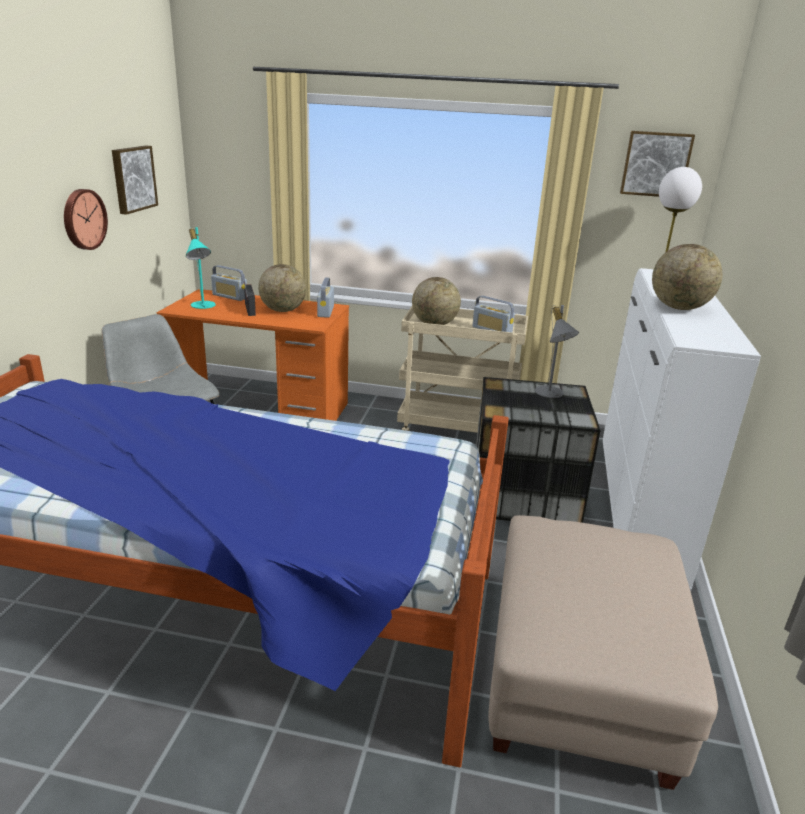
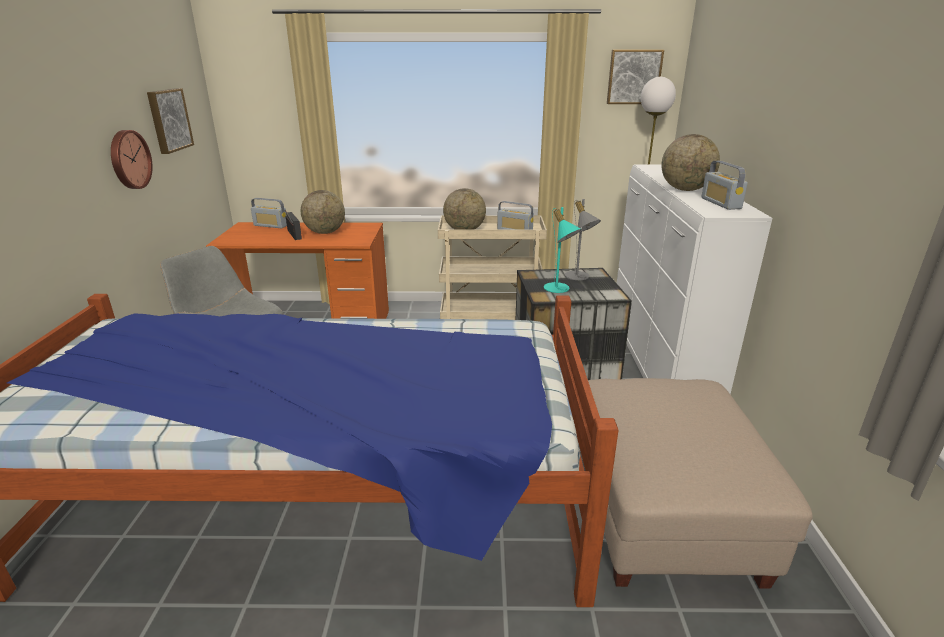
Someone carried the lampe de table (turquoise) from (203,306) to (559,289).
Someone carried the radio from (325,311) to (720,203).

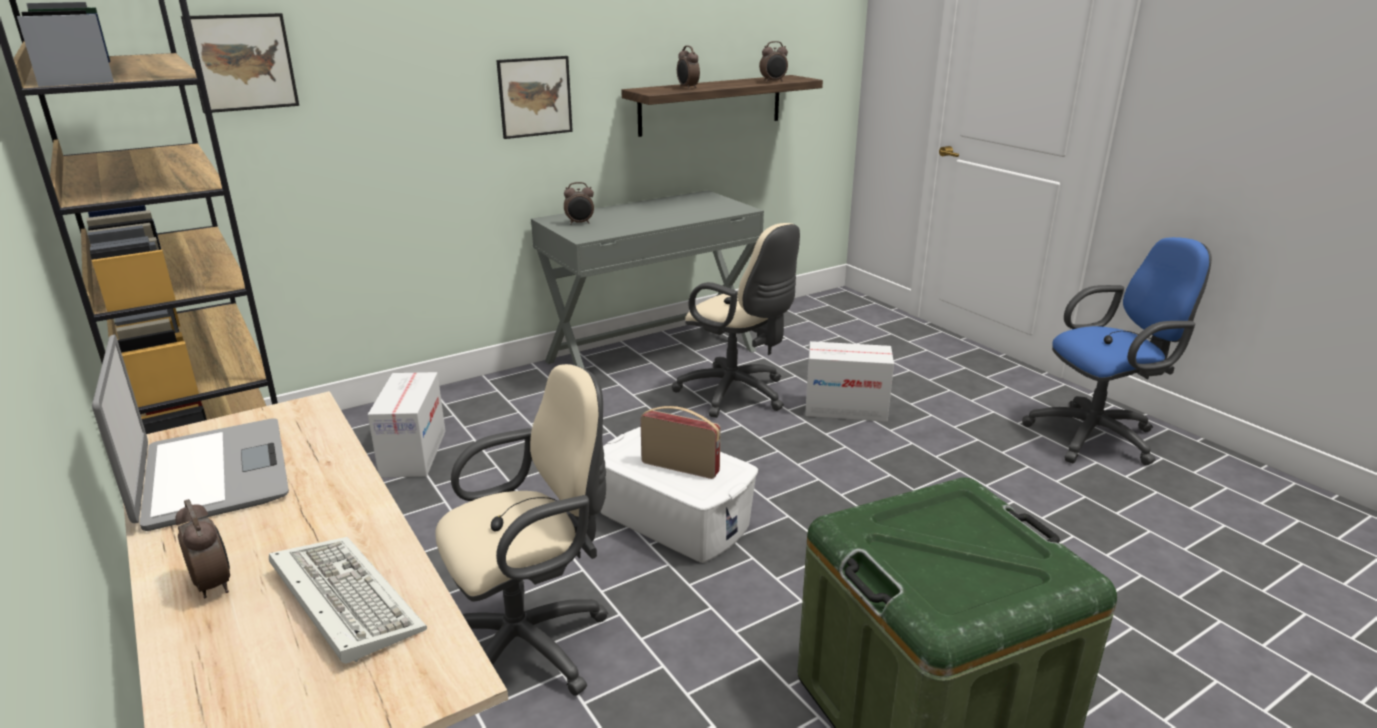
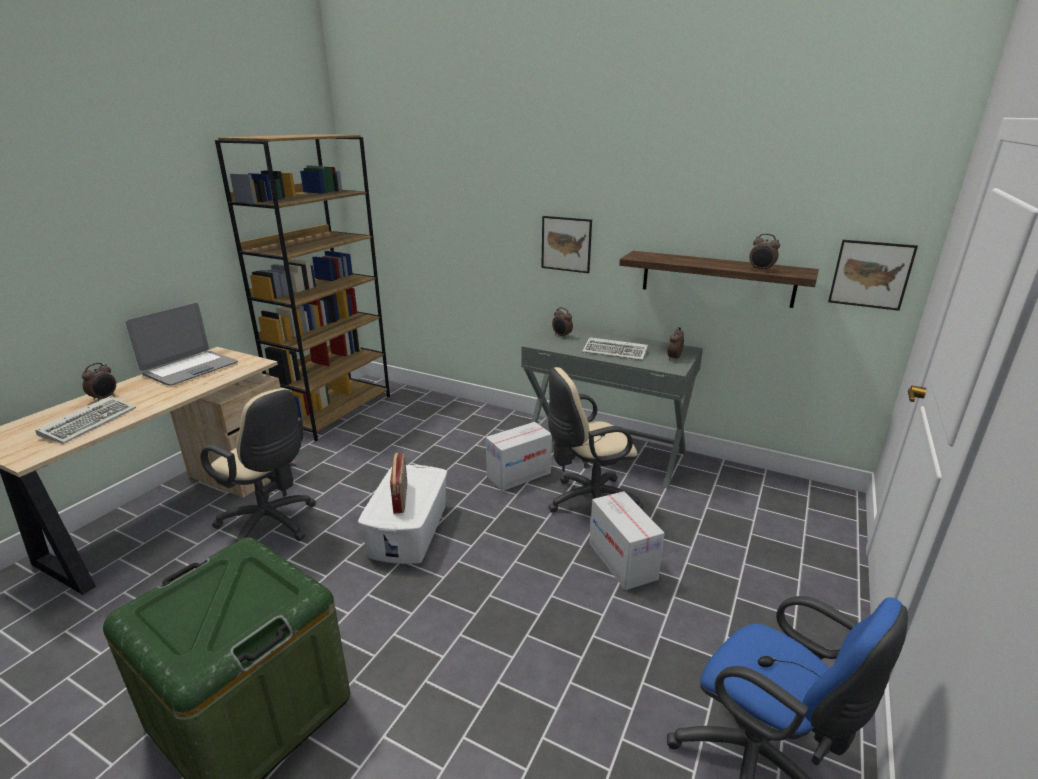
Someone carried the carton from (413,453) to (519,474).
Someone rotated the chaise de bureau (beige) at (737,395) by 60 degrees clockwise.
Someone put down the clavier at (616,352).
Someone carried the réveil from (687,88) to (673,358).
Someone carried the tableau from (242,62) to (870,274).

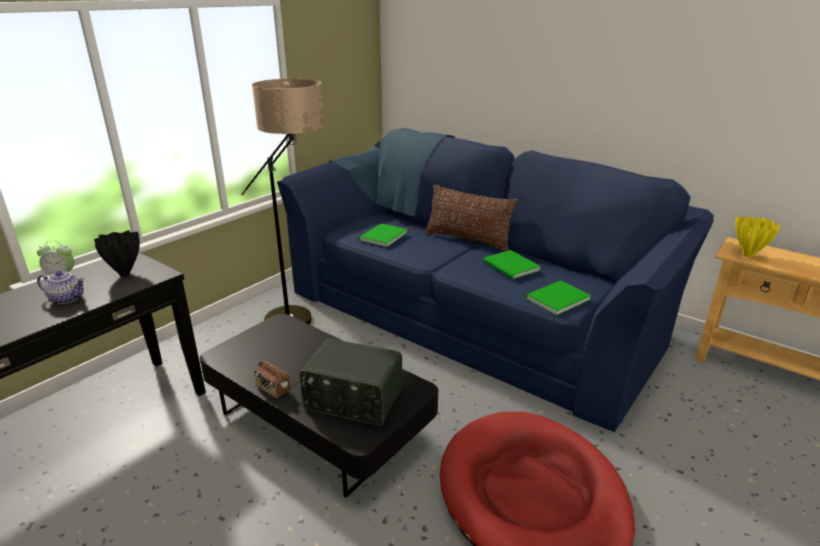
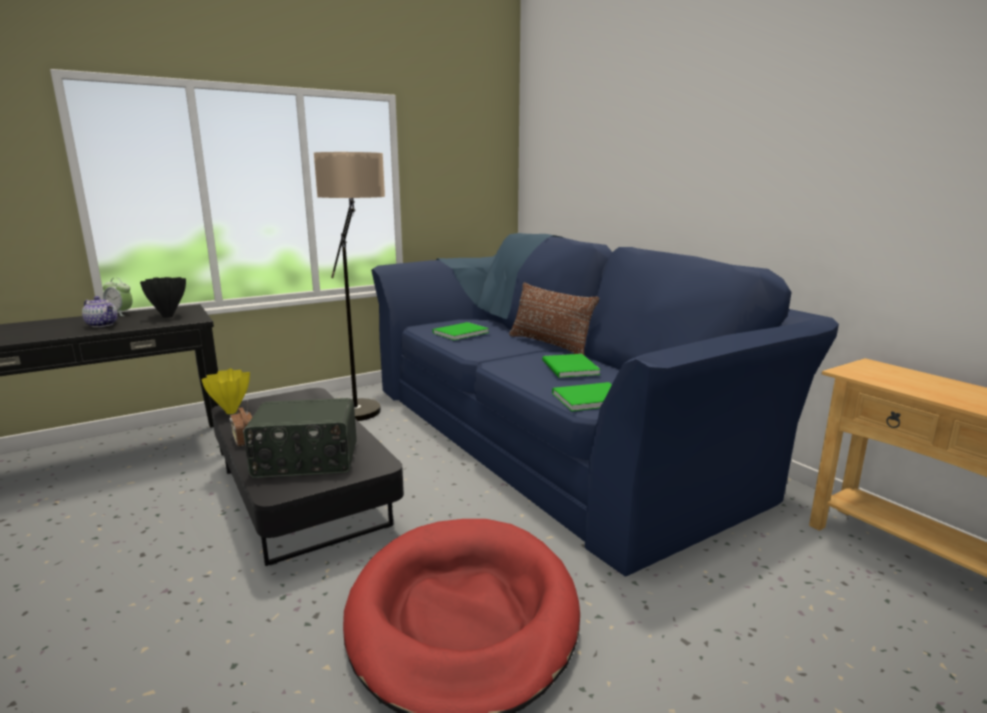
Someone carried the vase (jaune) from (748,255) to (231,412).
Someone rotated the radio at (353,400) by 45 degrees counterclockwise.

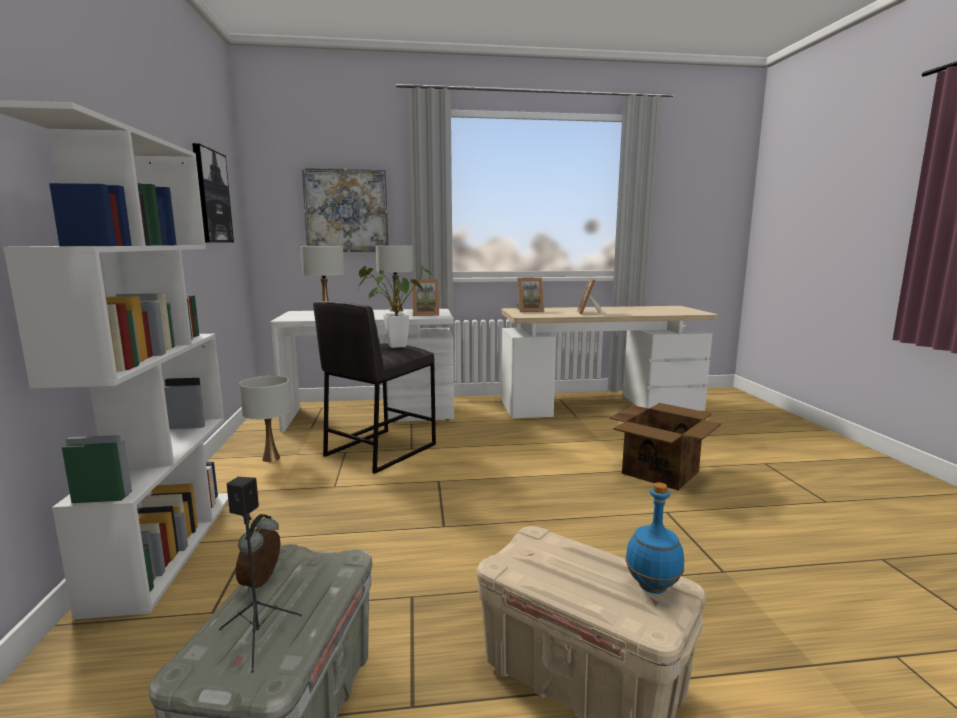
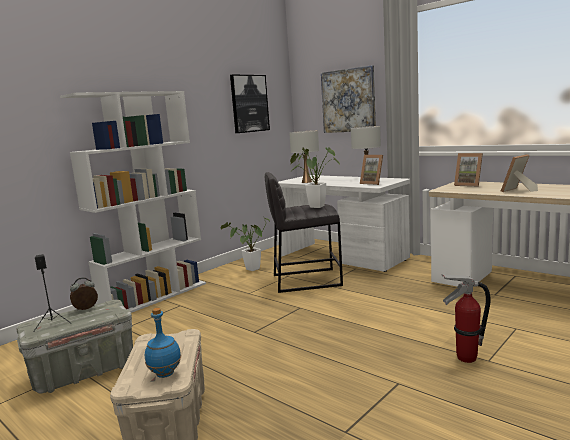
Someone swapped the lampe de table (blanc) at (271,458) for the plante en pot at (250,270).
Someone swapped the carton at (661,472) for the extincteur at (465,358).

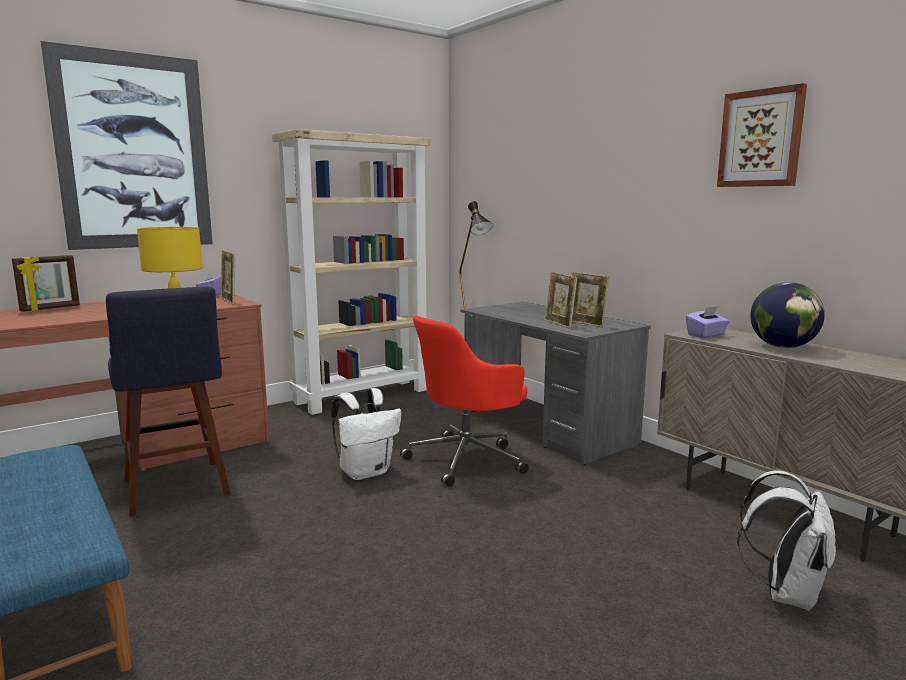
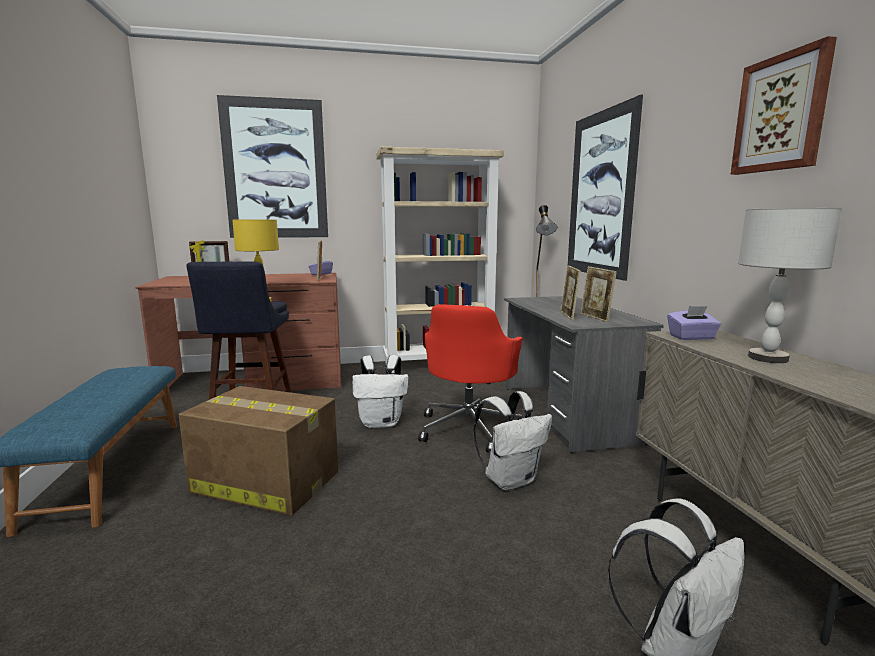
Someone put down the carton at (264,481).
Someone rotated the chaise de bureau (rouge) at (467,459) by 60 degrees counterclockwise.
Someone put down the sac à dos (blanc) at (510,480).
Someone put up the tableau at (600,194).
Someone swapped the globe at (782,347) for the lampe de table (gris) at (768,358).

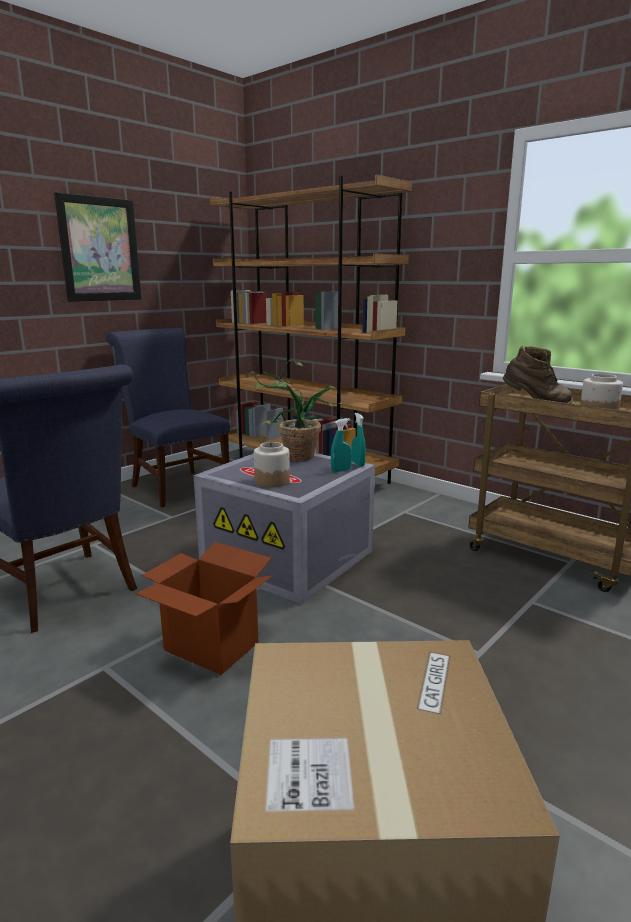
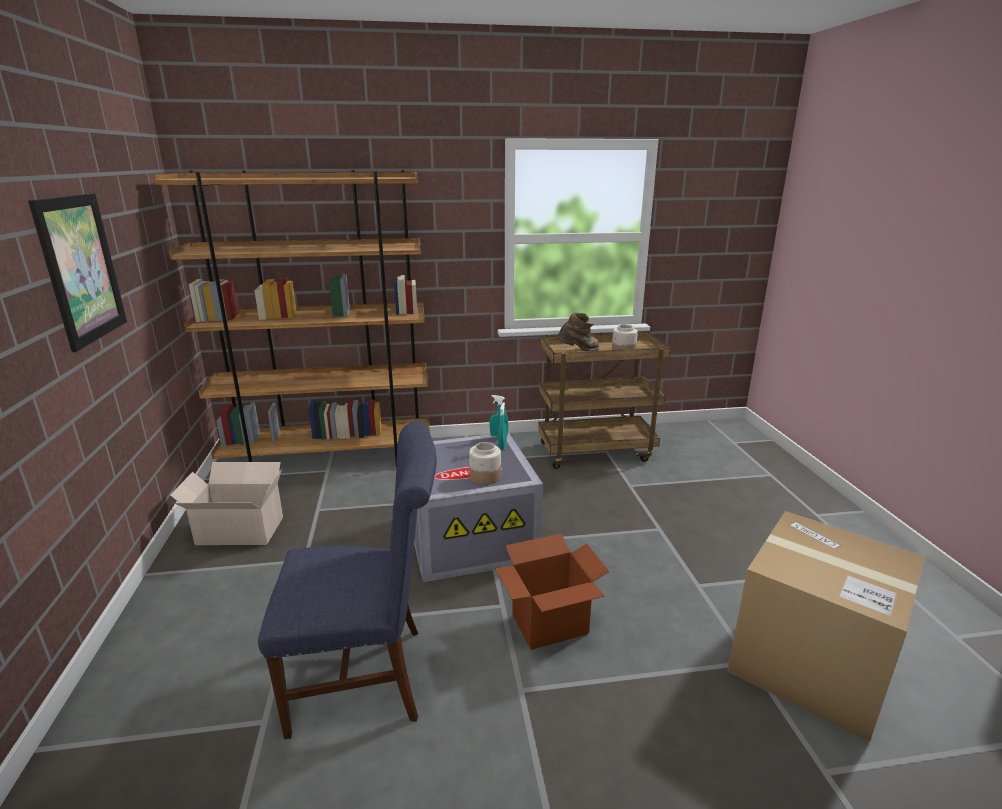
Someone swapped the chaise (bleu) at (176,486) for the carton at (238,530).
Someone took away the plante en pot at (291,457).

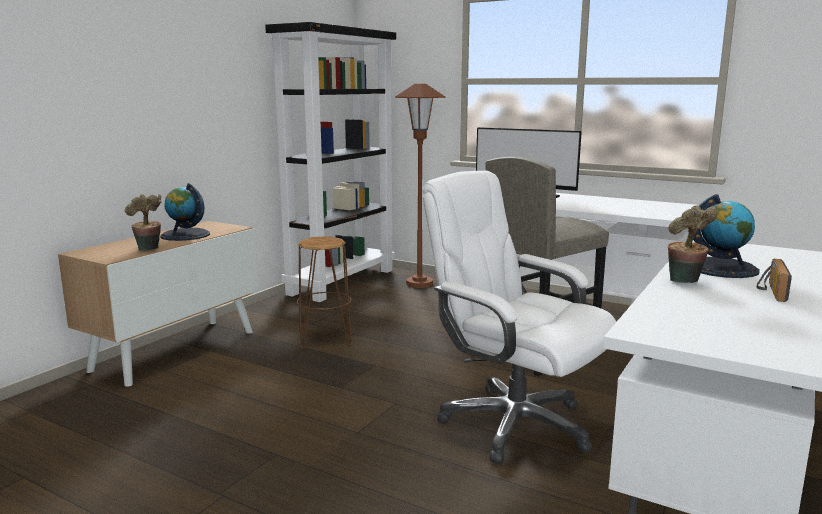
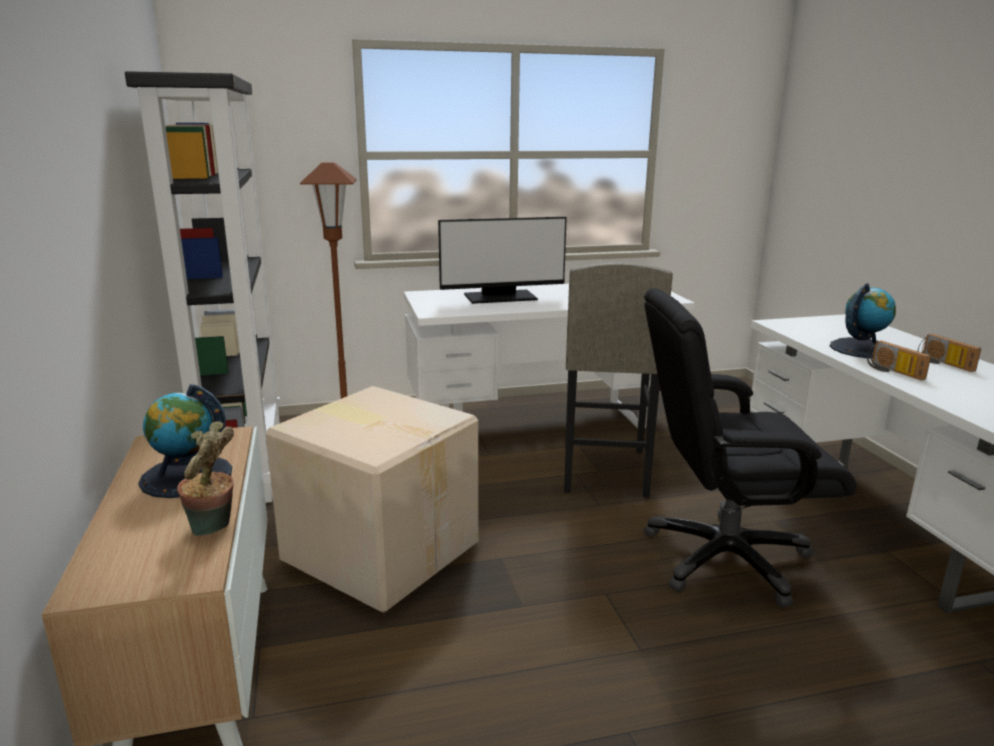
Someone swapped the tabouret (marron) at (325,338) for the carton at (381,550).
Someone repainted the chaise de bureau (blanc) at (514,424), which became the chaise de bureau (noir) at (724,558).
Someone swapped the plante en pot at (685,282) for the radio at (892,371).

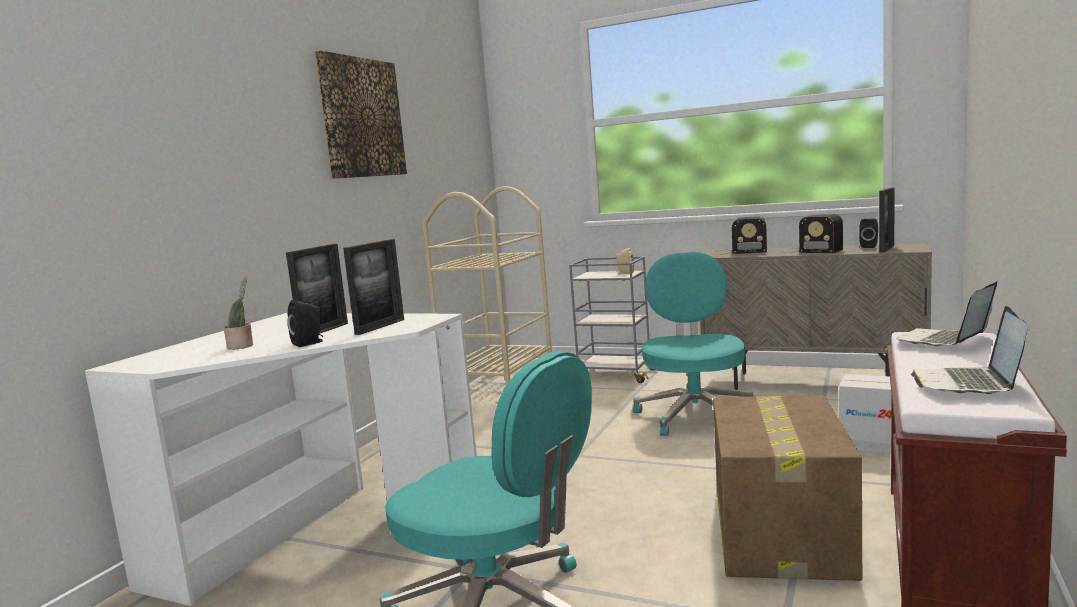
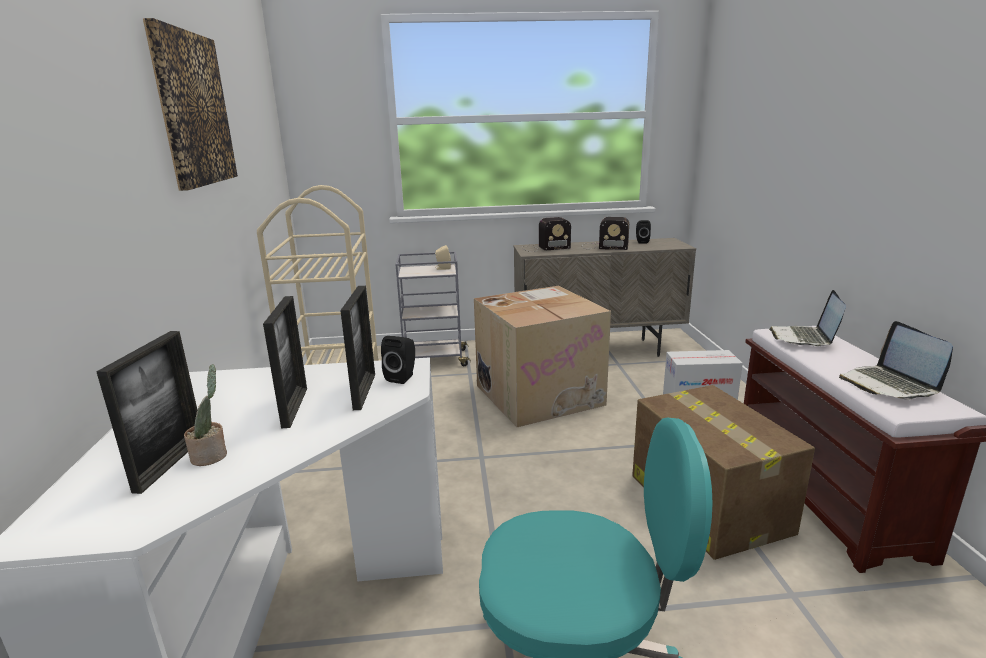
Someone carried the cadre photo from (886,249) to (170,463).
Someone carried the enceinte (noir) from (309,343) to (402,377).
Someone swapped the chaise de bureau (turquoise) at (695,414) for the carton at (539,394).

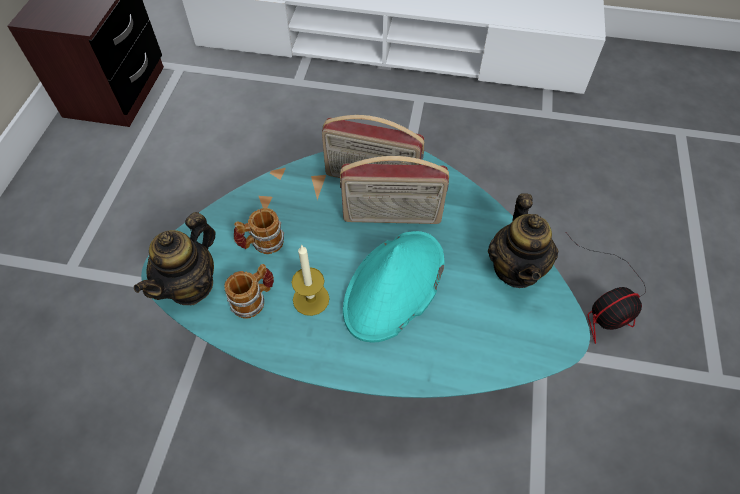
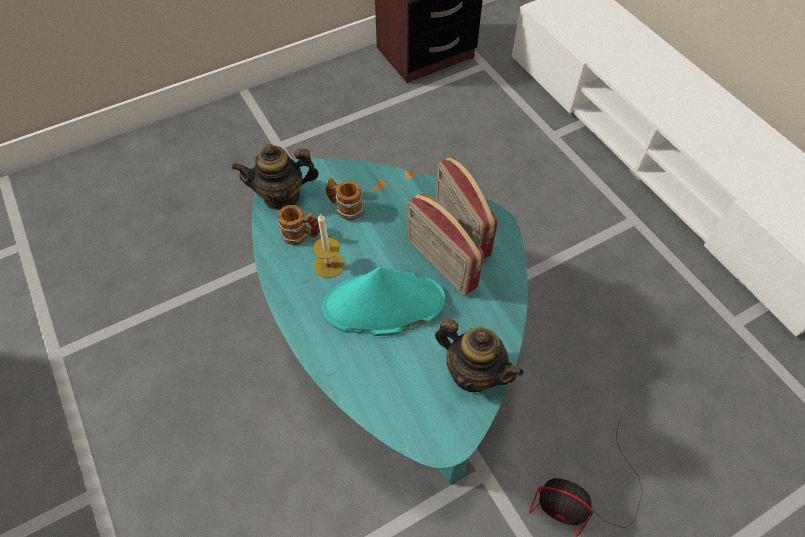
Someone rotated the théière at (516,269) by 105 degrees counterclockwise.

